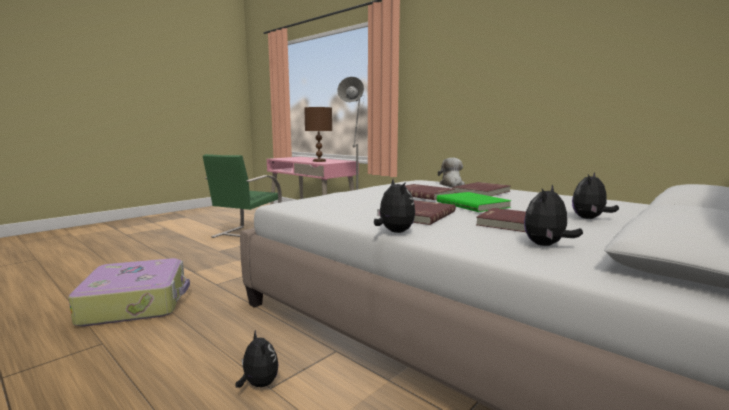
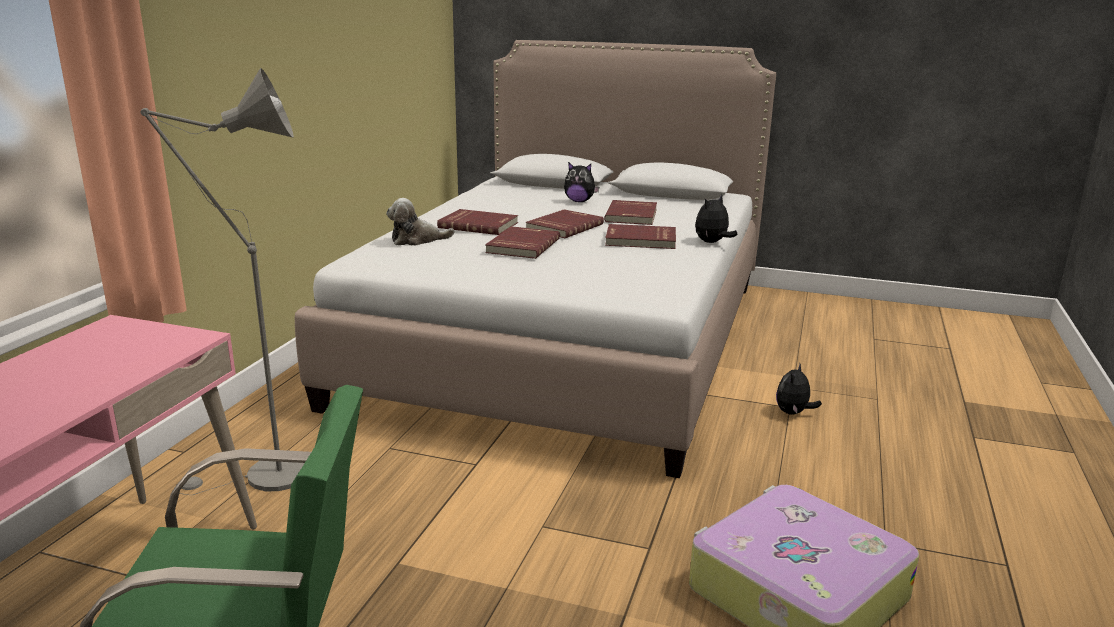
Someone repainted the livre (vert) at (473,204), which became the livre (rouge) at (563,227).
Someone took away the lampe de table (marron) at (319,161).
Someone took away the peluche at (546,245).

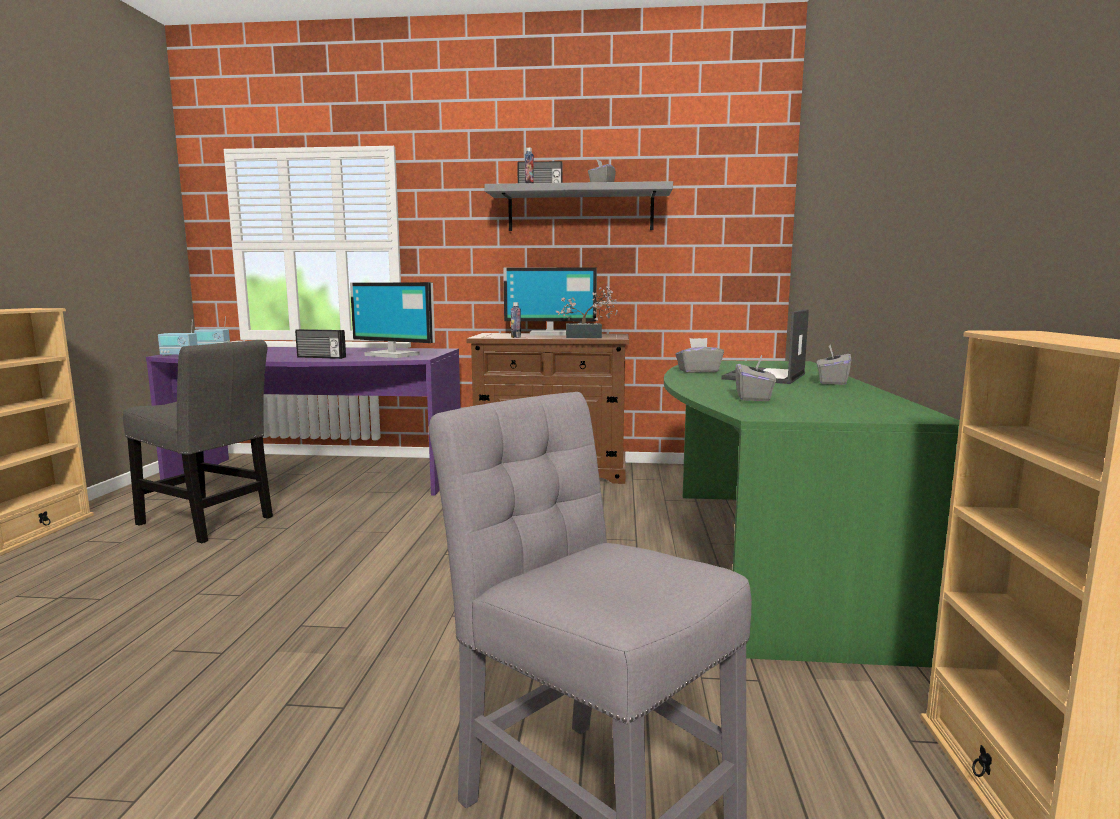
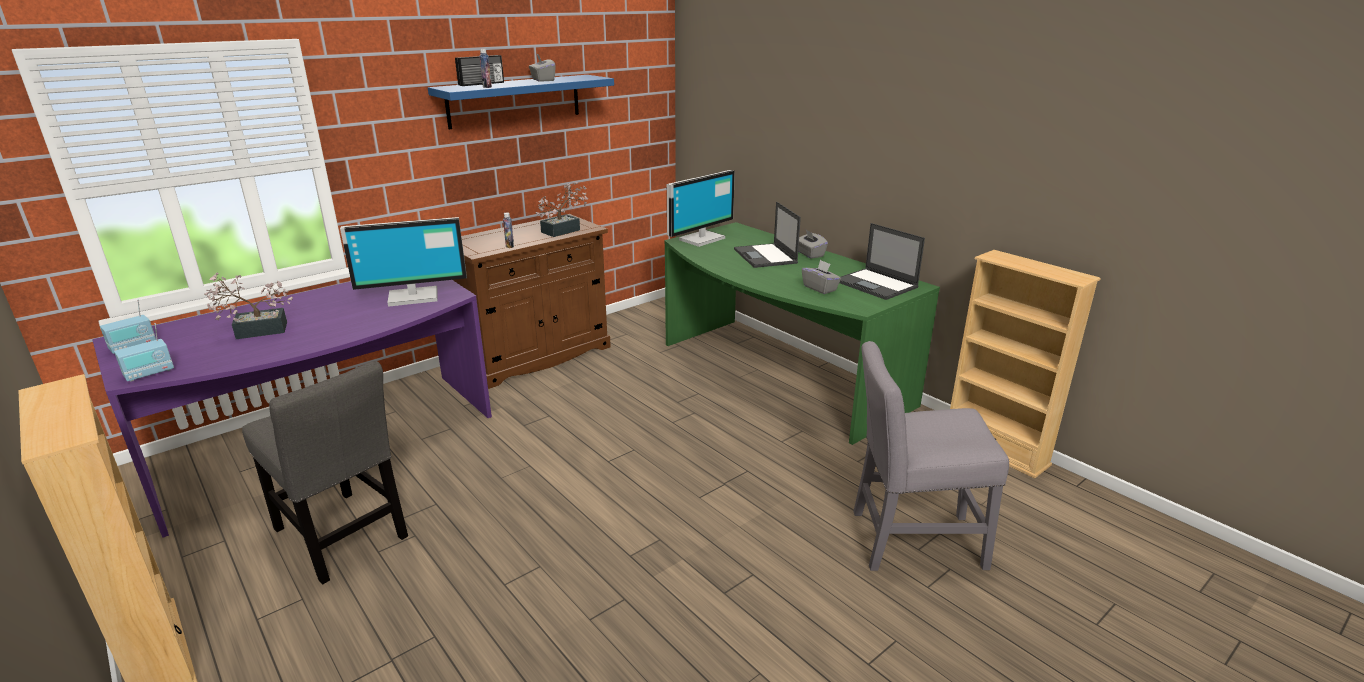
Someone put down the plante en pot at (255,331).
Someone rotated the chaise (gris) at (208,522) by 60 degrees clockwise.
Someone repainted the étagère (gris) at (580,210), which became the étagère (bleu) at (515,101).
Someone carried the écran d'ordinateur from (550,334) to (700,239).
Someone put down the ordinateur portable at (877,284).
Someone took away the radio at (321,357).
Someone took away the boîte à mouchoirs (gris) at (698,371).

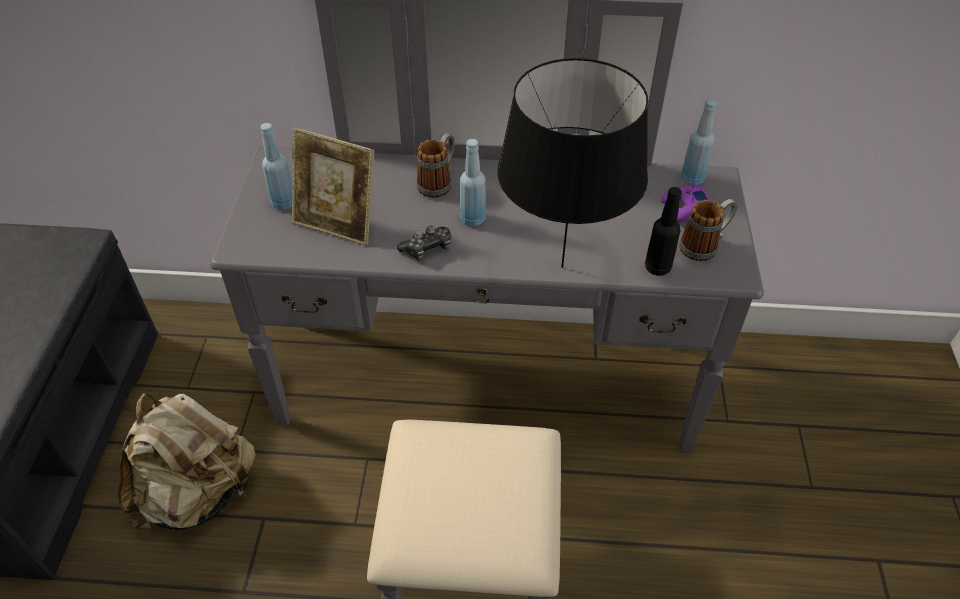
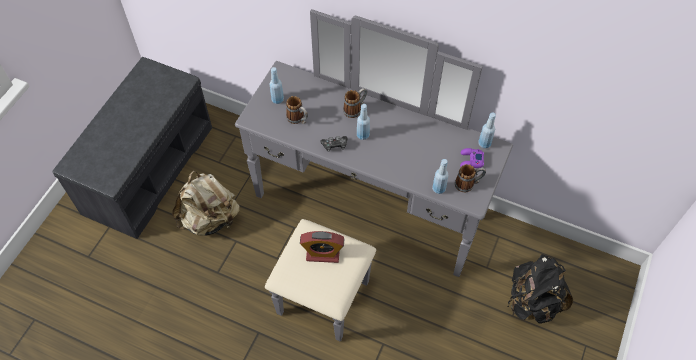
Someone swapped the cadre photo at (337,224) for the mug at (298,119).
Someone put down the réveil at (323,254).
Someone repainted the bouteille (noir) at (657,267), which became the bouteille (bleu) at (438,189).
Someone put down the sac à dos (noir) at (532,301).
Someone took away the lampe de table (noir) at (562,266).

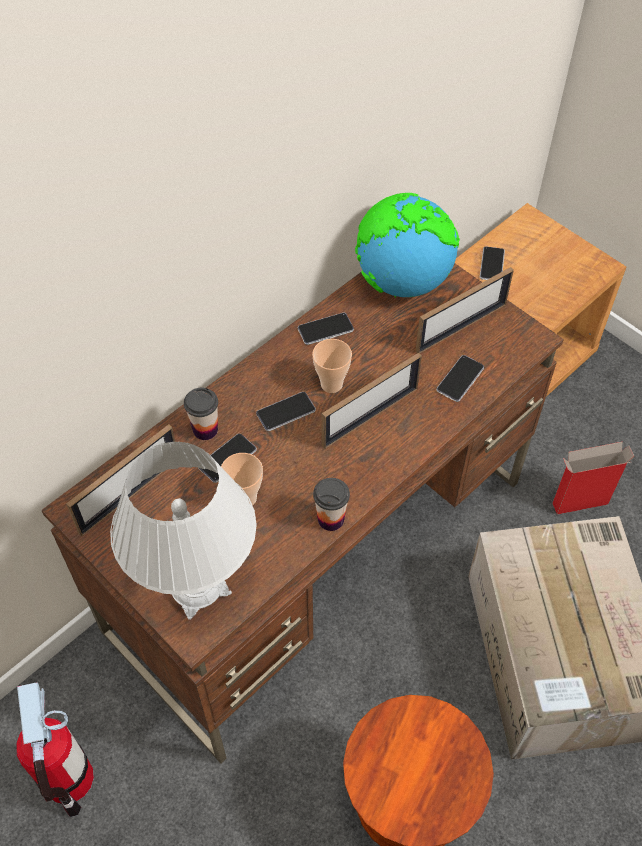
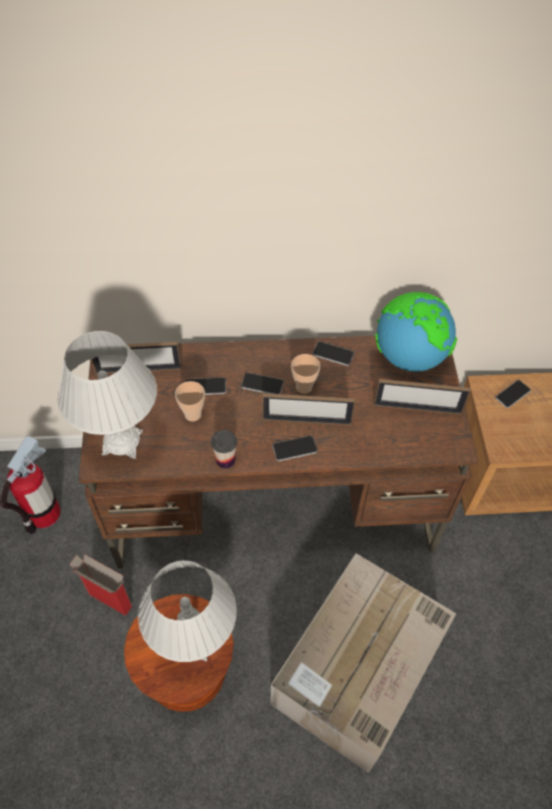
Someone carried the carton from (579,504) to (109,600).
Someone put down the lampe de table (blanc) at (194,641).
Someone carried the téléphone from (460,379) to (294,449).
Someone took away the tasse at (205,429).

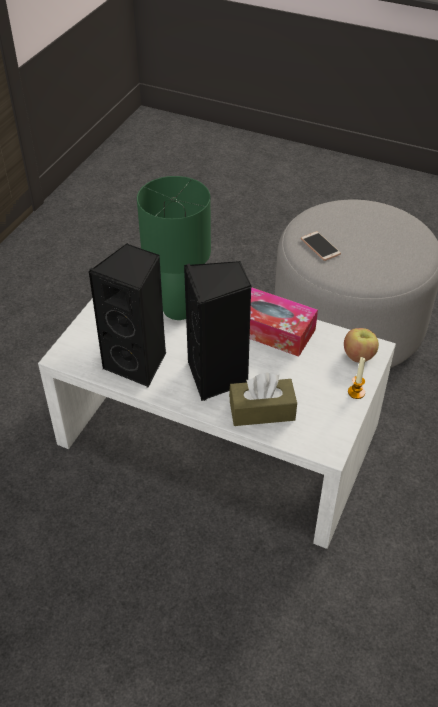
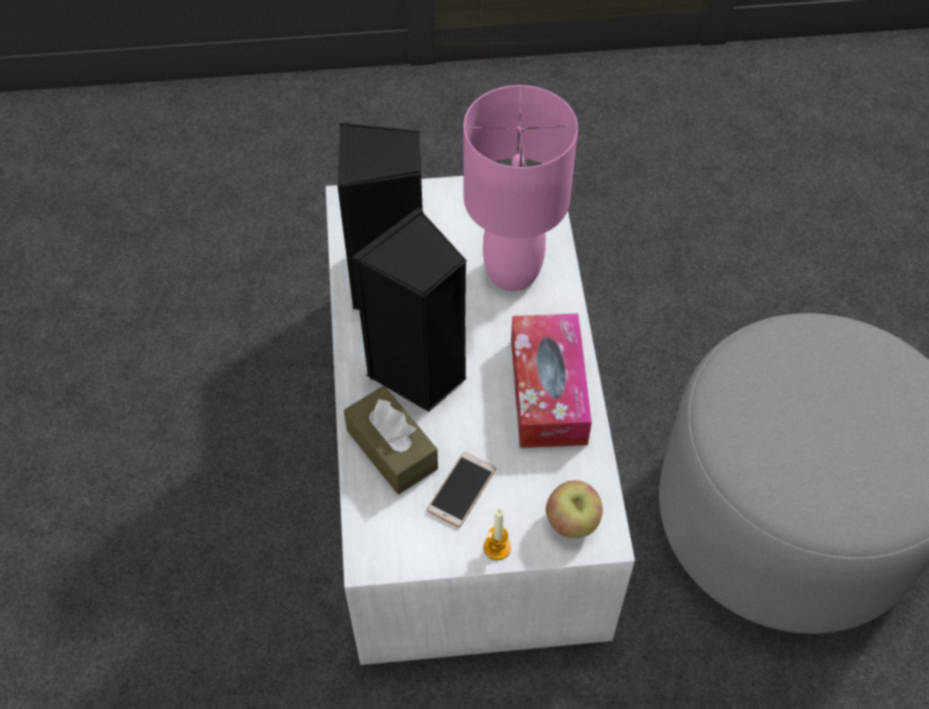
Someone carried the téléphone from (320,246) to (461,490).
Someone repainted the lampe de table (vert) at (179,309), which became the lampe de table (rose) at (513,272).

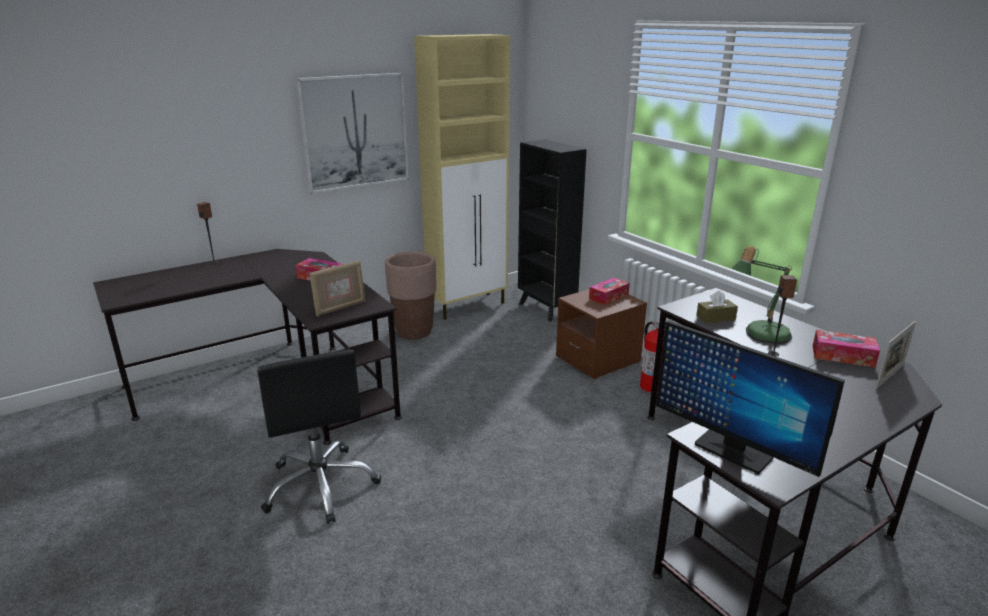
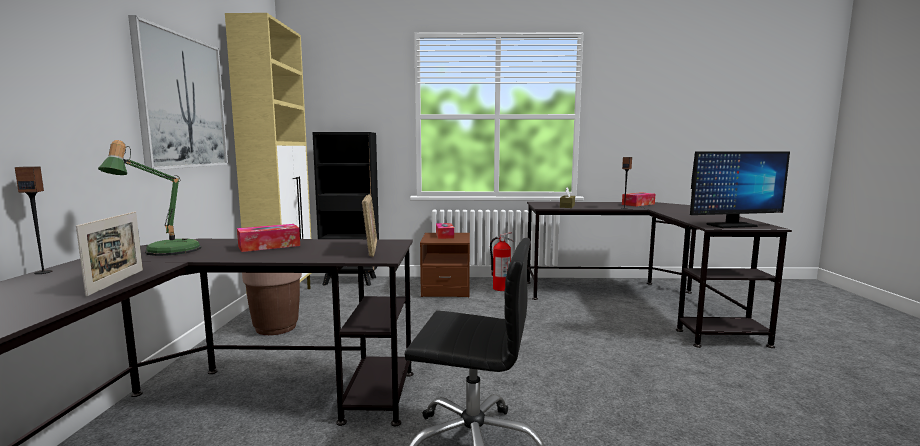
Someone carried the cadre photo from (889,376) to (116,282).
Someone carried the lampe de table from (761,335) to (165,252).

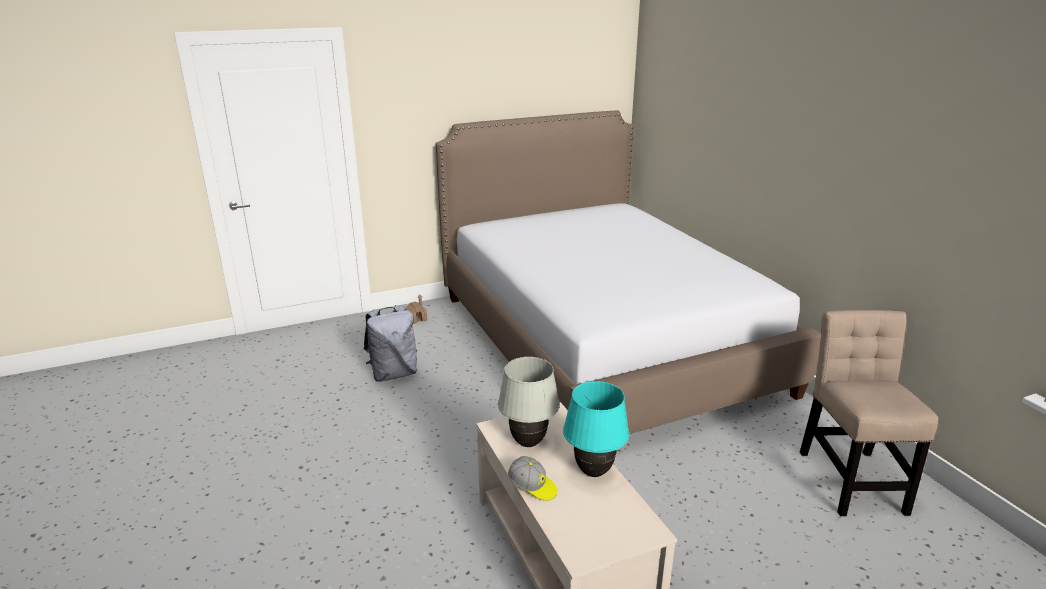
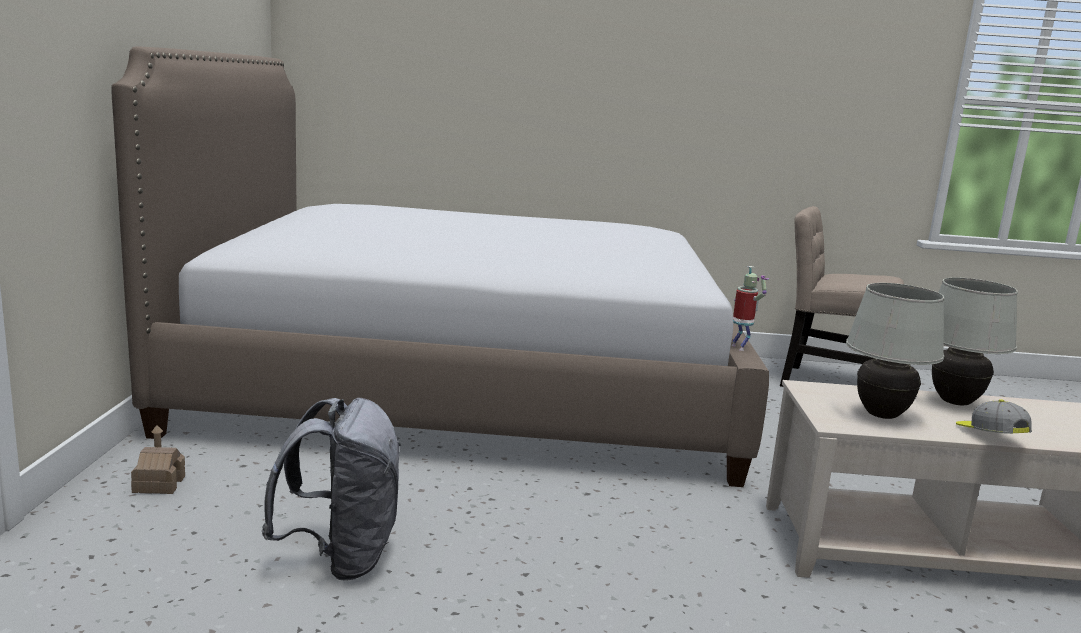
Someone put down the robot jouet at (740,347).
Someone repainted the lampe de table (turquoise) at (594,471), which became the lampe de table (blanc) at (954,402).
Someone rotated the casquette at (533,487) by 75 degrees counterclockwise.

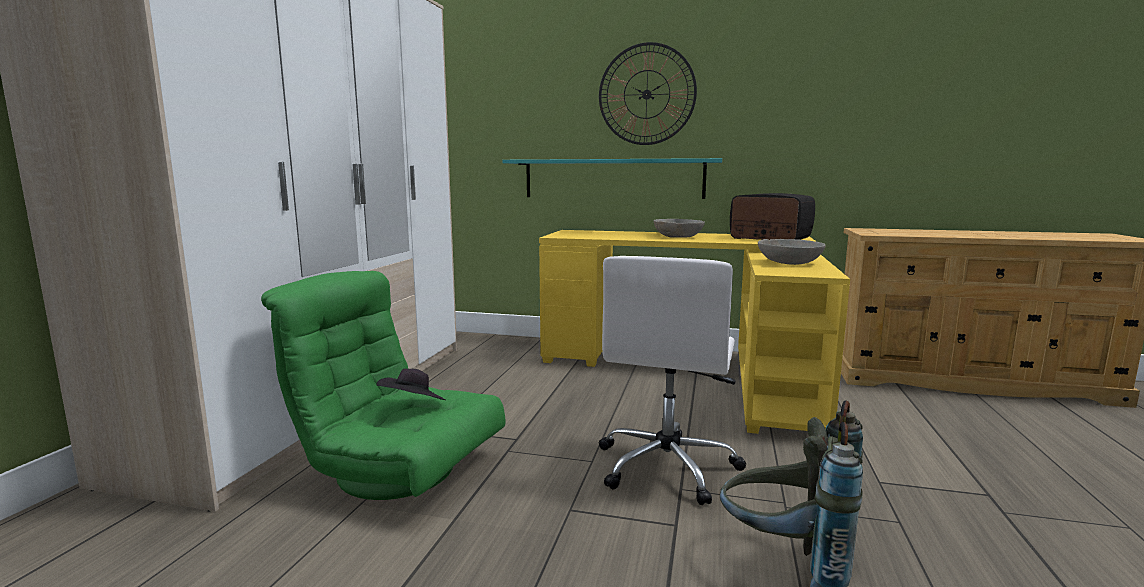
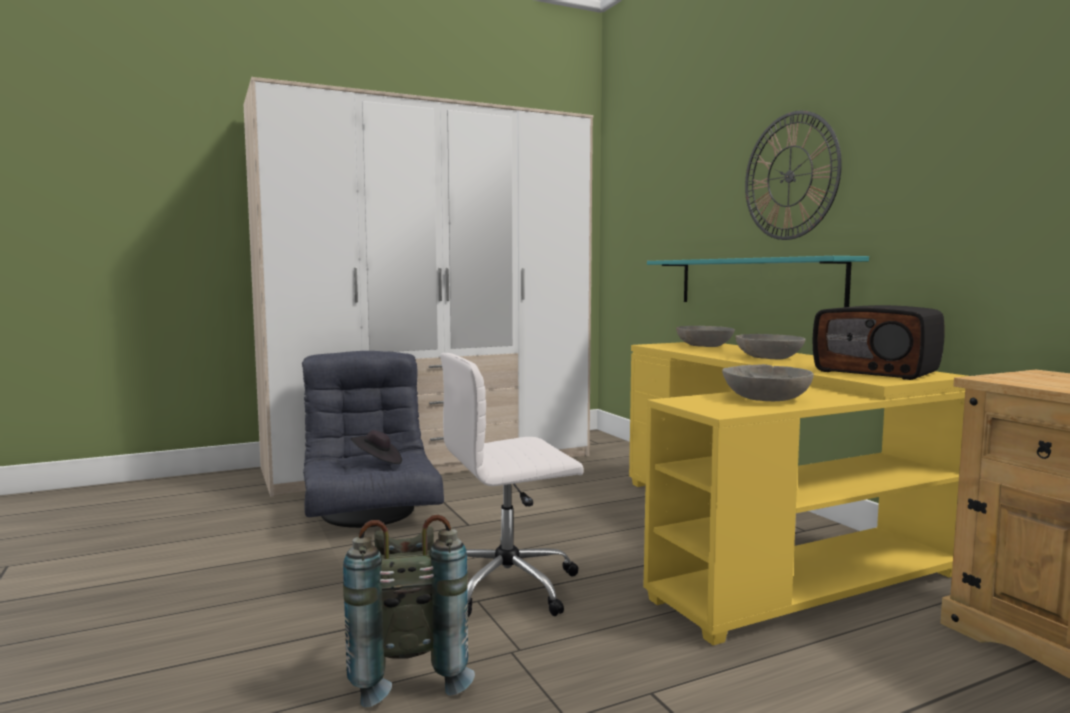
Someone repainted the fauteuil (vert) at (399,470), which became the fauteuil (gris) at (371,513).
Someone put down the bol (gris) at (704,346).
Someone rotated the radio at (769,238) by 135 degrees clockwise.

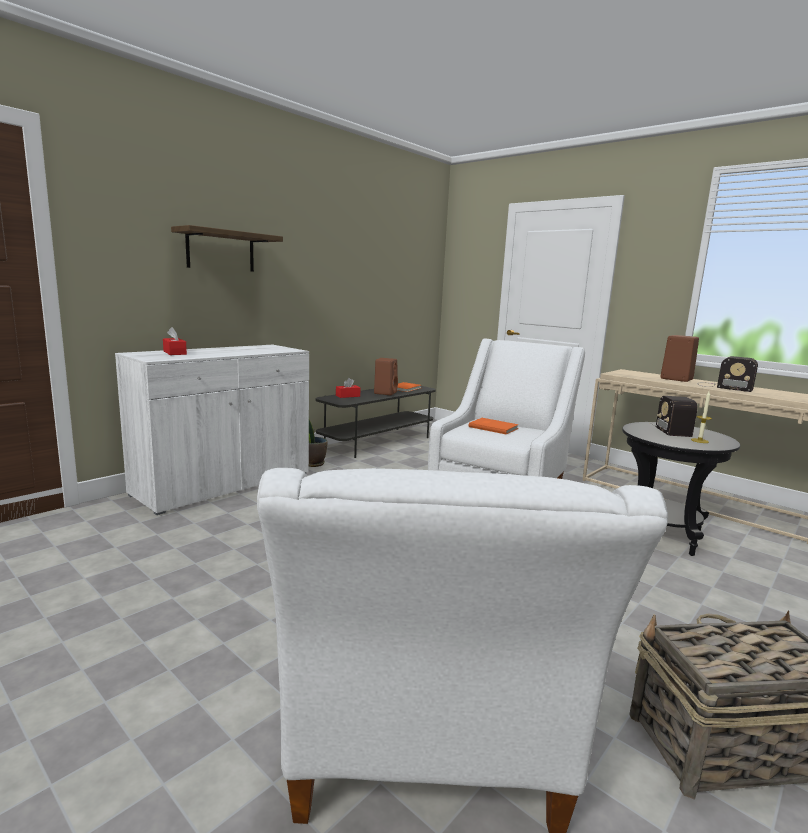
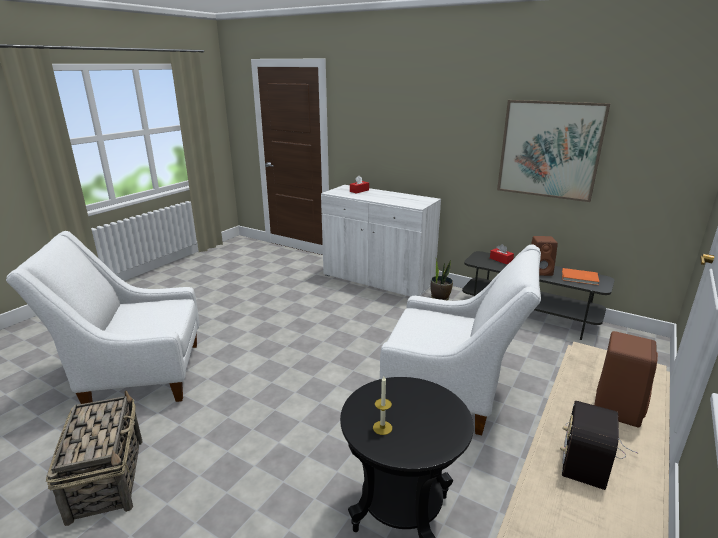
Someone put up the tableau at (549,150).
Someone took away the étagère at (220,251).
Someone took away the livre (orange) at (493,427).
Someone took away the radio at (671,429).

